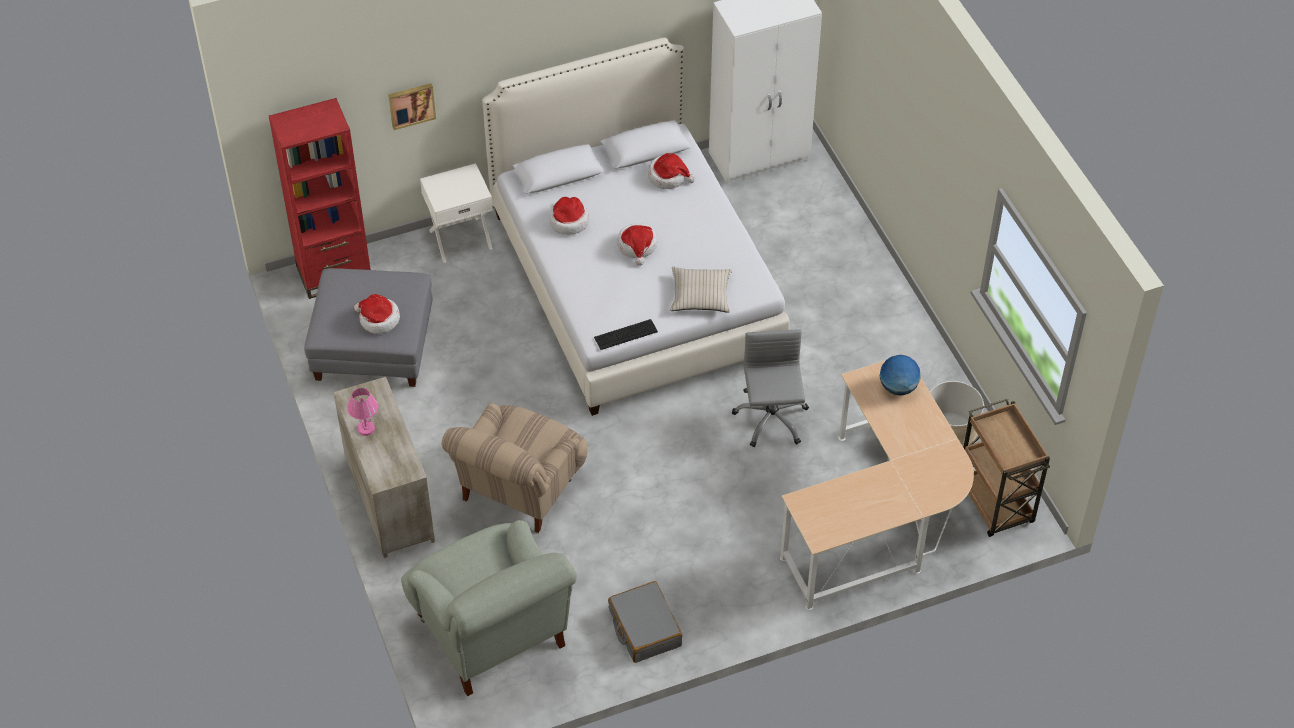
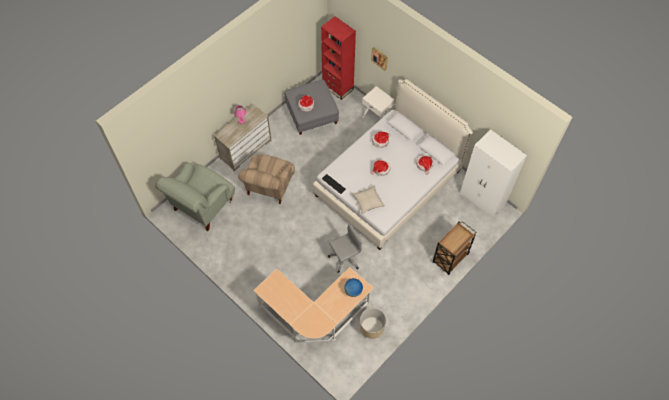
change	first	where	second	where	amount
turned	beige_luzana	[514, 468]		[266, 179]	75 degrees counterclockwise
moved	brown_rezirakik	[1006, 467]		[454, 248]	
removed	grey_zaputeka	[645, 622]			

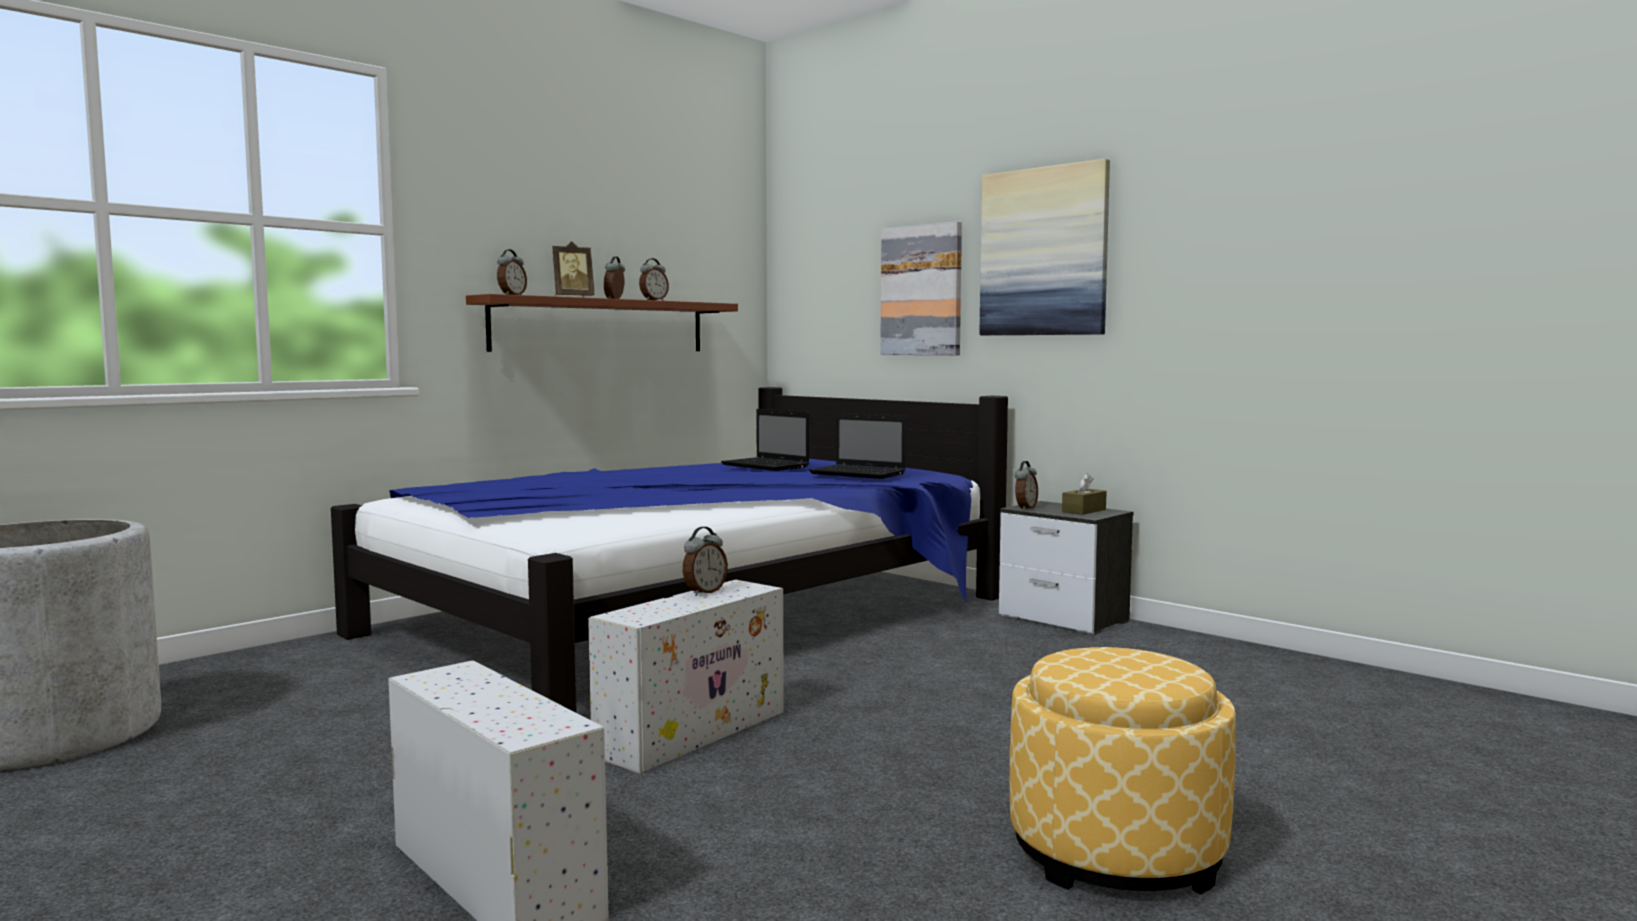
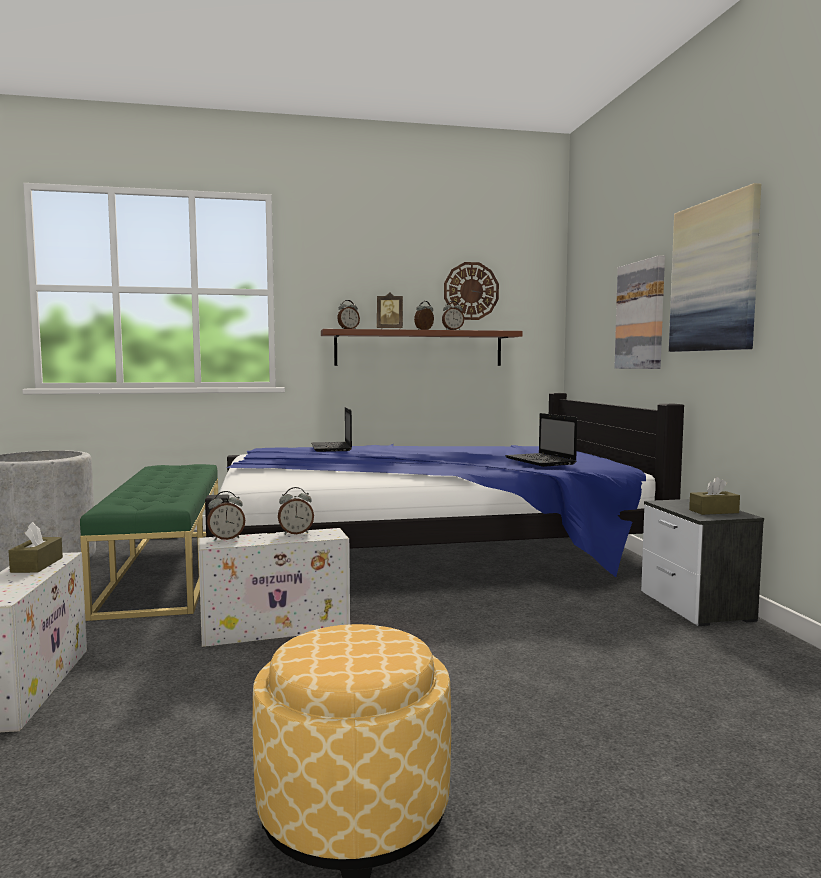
change	first	where	second	where	amount
added			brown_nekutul	[36, 547]	
added			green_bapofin	[149, 542]	
moved	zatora	[1026, 485]		[226, 516]	
moved	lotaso	[765, 440]		[331, 429]	
added			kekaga	[471, 291]	

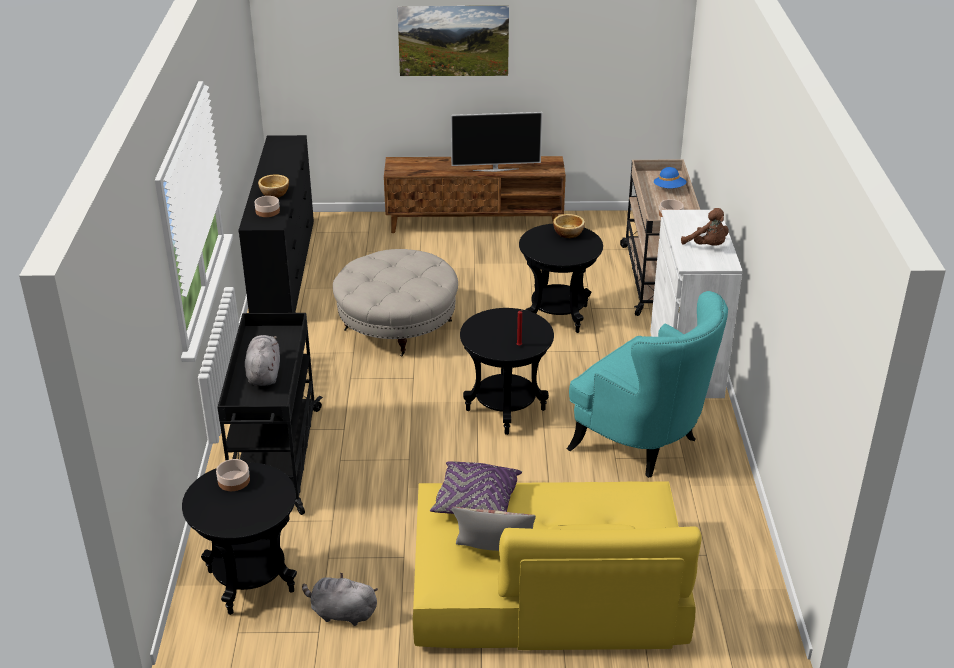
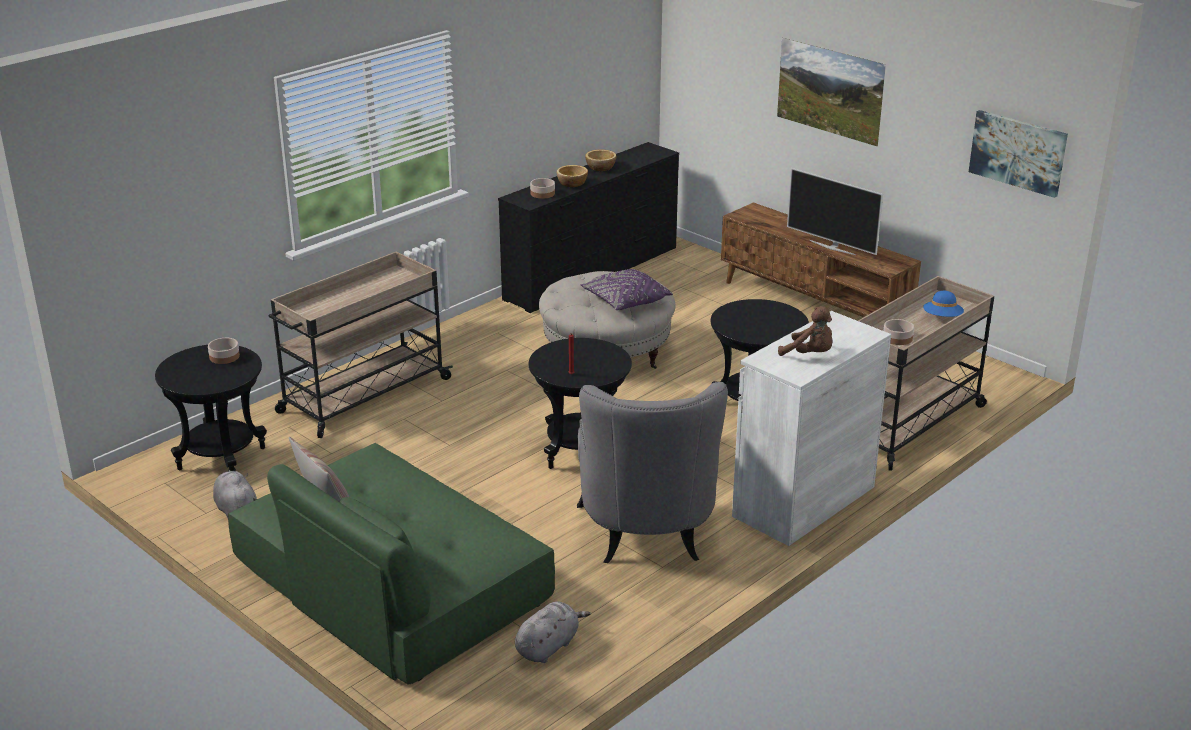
change	first	where	second	where	amount
recoloured	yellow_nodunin	[557, 566]	green_nodunin	[391, 564]	
recoloured	black_rezirakik	[270, 414]	beige_rezirakik	[360, 345]	
moved	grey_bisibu	[262, 360]		[553, 632]	
recoloured	turquoise_luzana	[647, 384]	grey_luzana	[652, 472]	
moved	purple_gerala	[476, 487]		[627, 289]	
moved	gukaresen	[569, 226]		[600, 160]	
turned	brown_bisibu	[705, 227]		[805, 331]	60 degrees counterclockwise
added			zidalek	[1018, 154]	

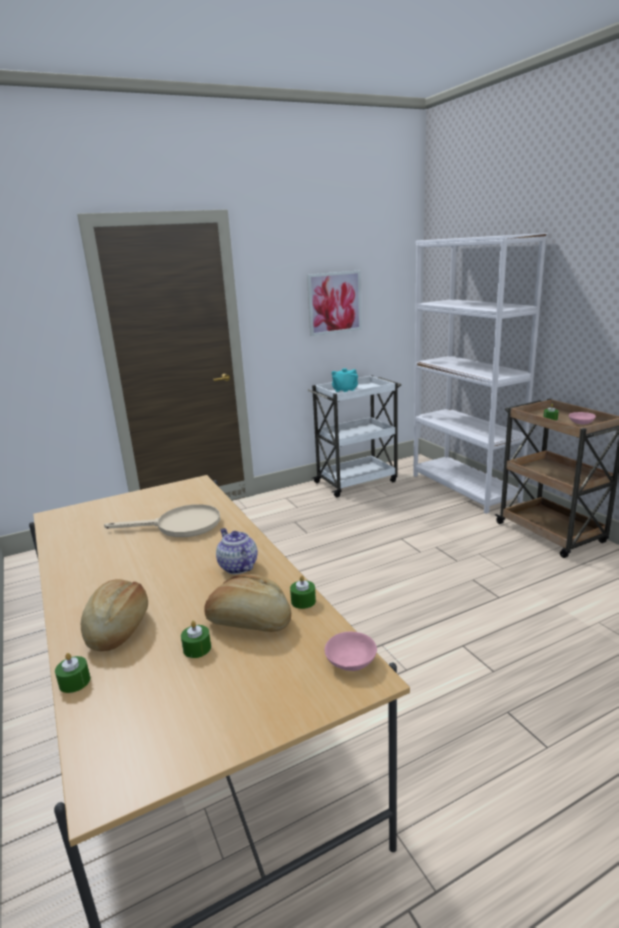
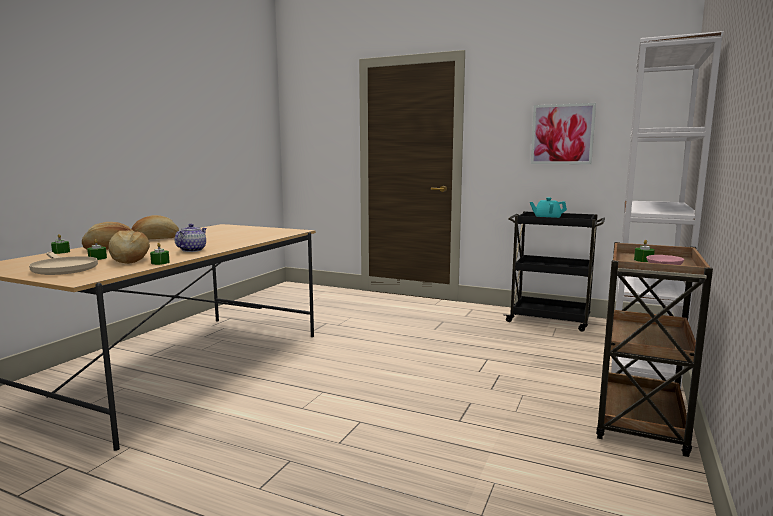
change	first	where	second	where	amount
moved	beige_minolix	[162, 520]		[63, 263]	
added			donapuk	[155, 227]	
recoloured	white_rezirakik	[354, 436]	black_rezirakik	[554, 271]	
removed	pink_gukaresen	[351, 651]			

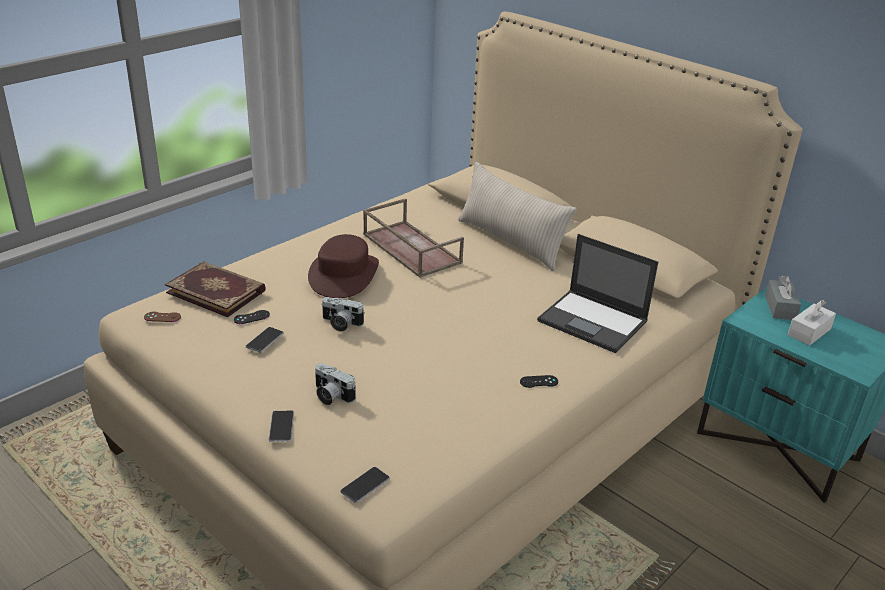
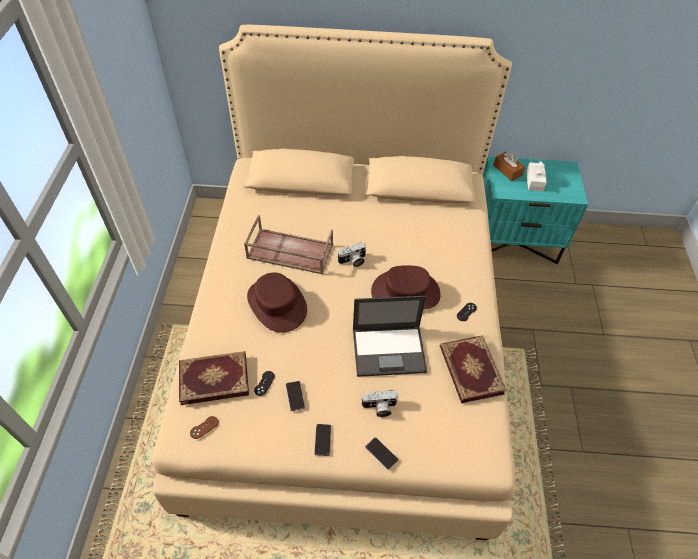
change	first	where	second	where	amount
moved	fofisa	[365, 485]		[323, 440]	
moved	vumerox	[343, 314]		[352, 254]	
moved	lotaso	[597, 293]		[390, 336]	
added			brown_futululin	[406, 287]	
added			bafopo	[473, 369]	
recoloured	grey_nekutul	[783, 297]	brown_nekutul	[509, 166]	
removed	beige_gerala	[517, 216]			

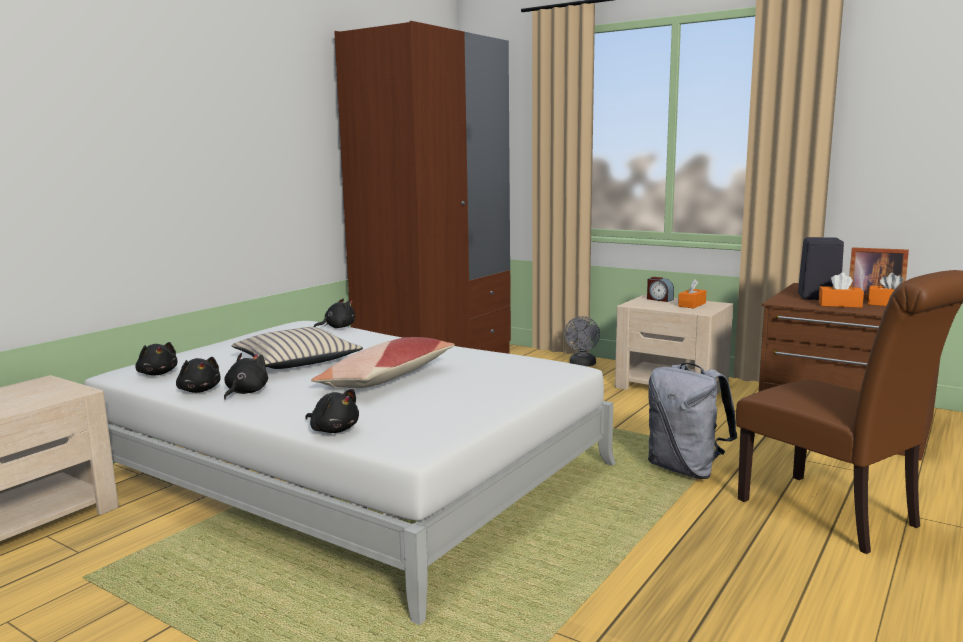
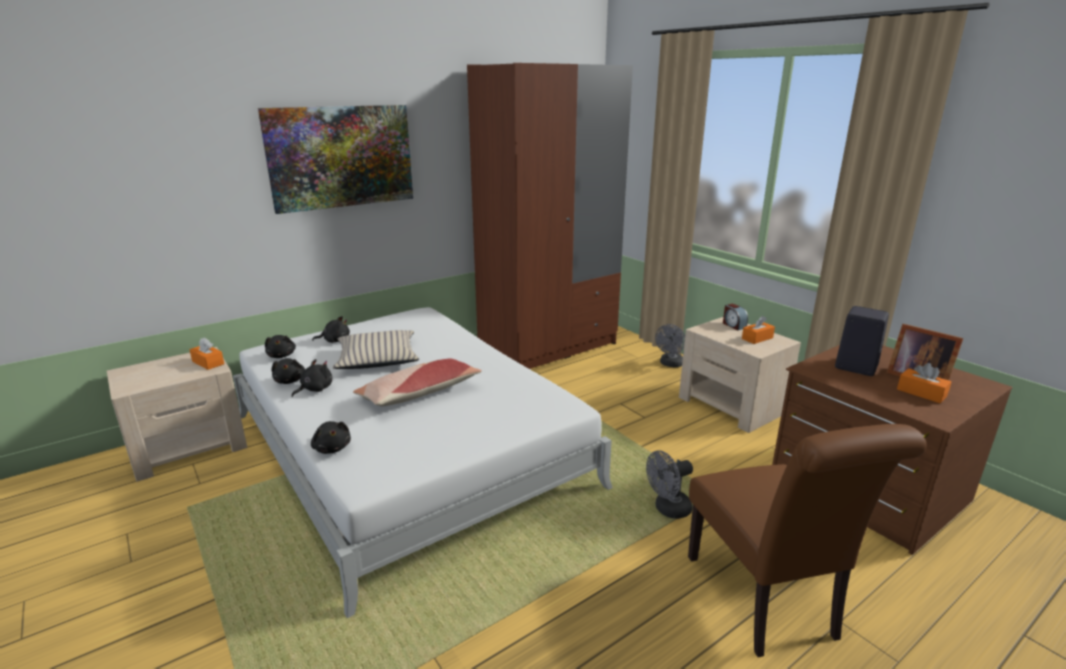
change	first	where	second	where	amount
moved	orange_nekutul	[841, 290]		[206, 354]	
added			zidalek	[335, 159]	
moved	black_bisibu	[334, 313]		[331, 329]	
replaced	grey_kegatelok	[692, 421]	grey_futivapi	[669, 484]	

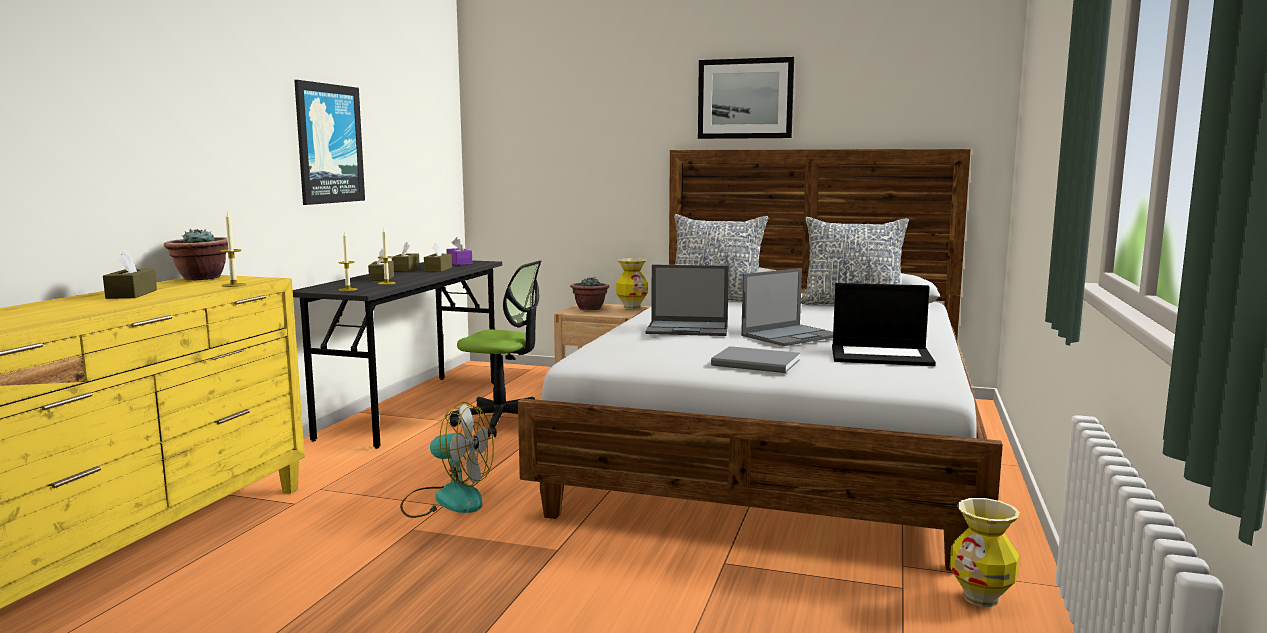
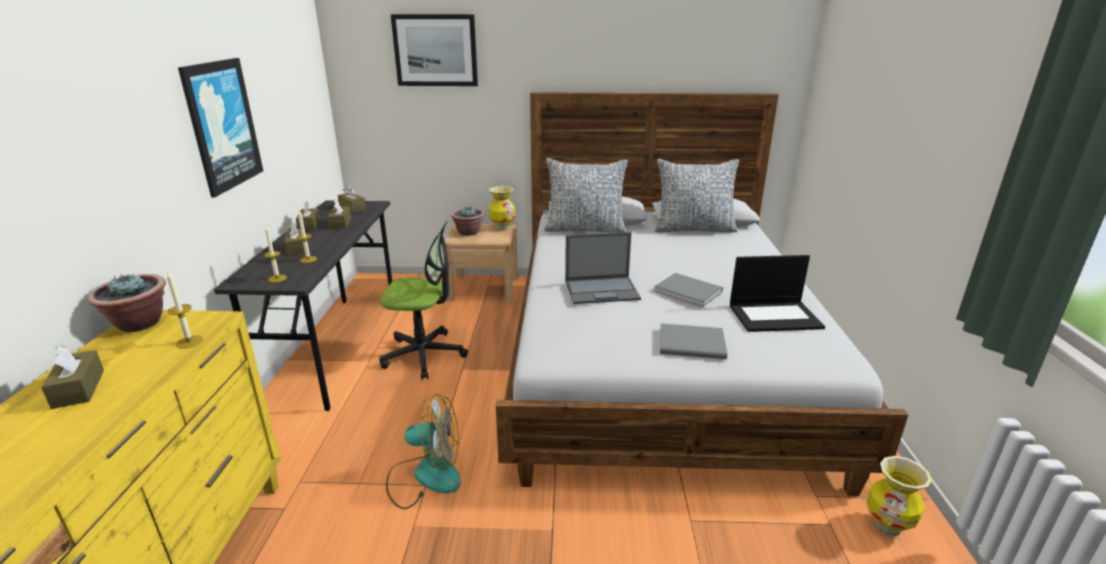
change	first	where	second	where	amount
recoloured	purple_nekutul	[459, 251]	brown_nekutul	[352, 199]	
moved	zidalek	[746, 98]		[434, 50]	
replaced	lotaso	[787, 307]	grey_bafopo	[688, 290]	

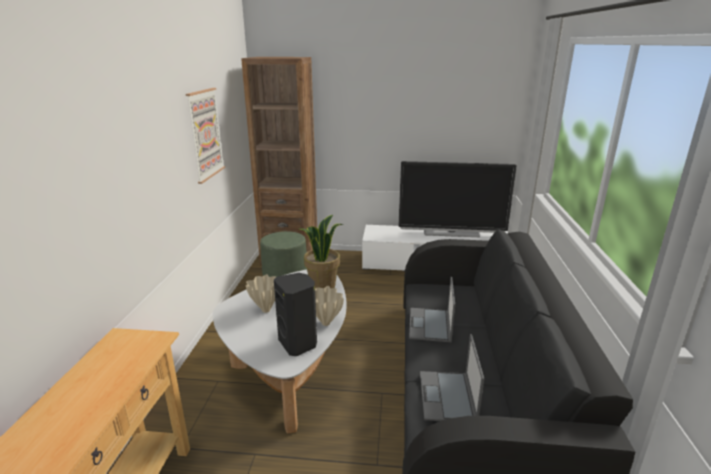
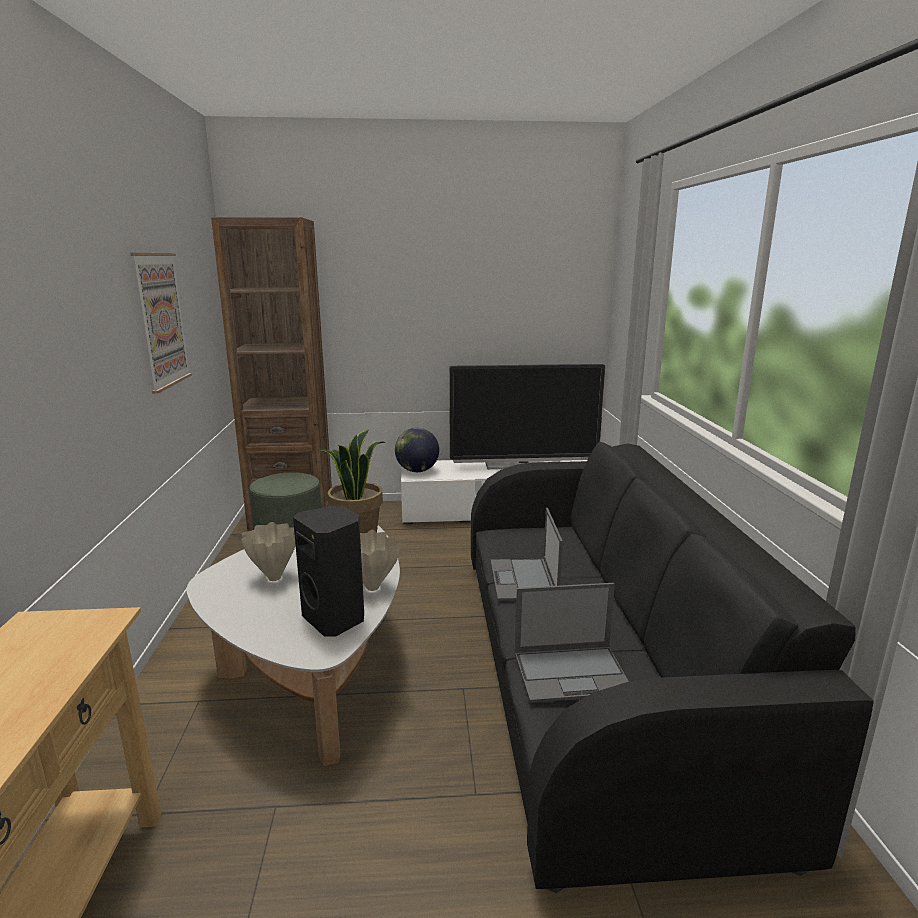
change	first	where	second	where	amount
added			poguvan	[417, 450]	
turned	lotaso	[452, 377]		[572, 643]	90 degrees counterclockwise

